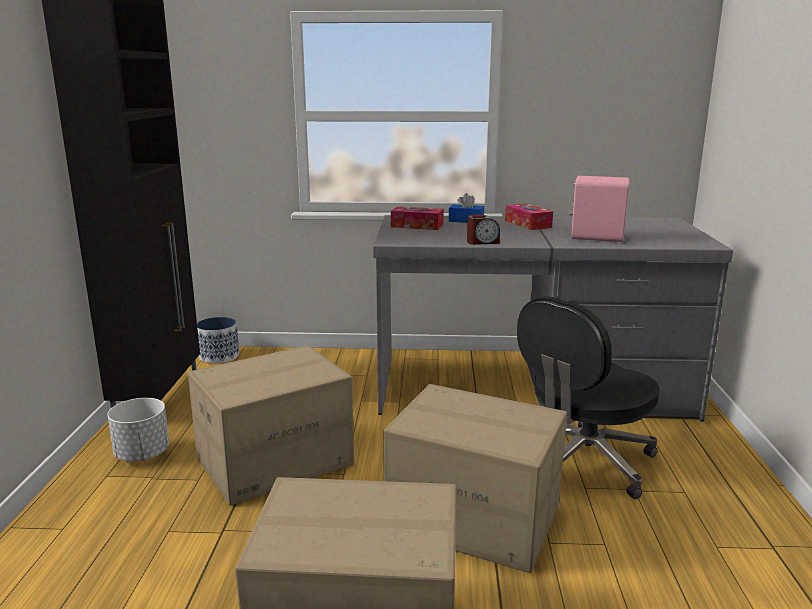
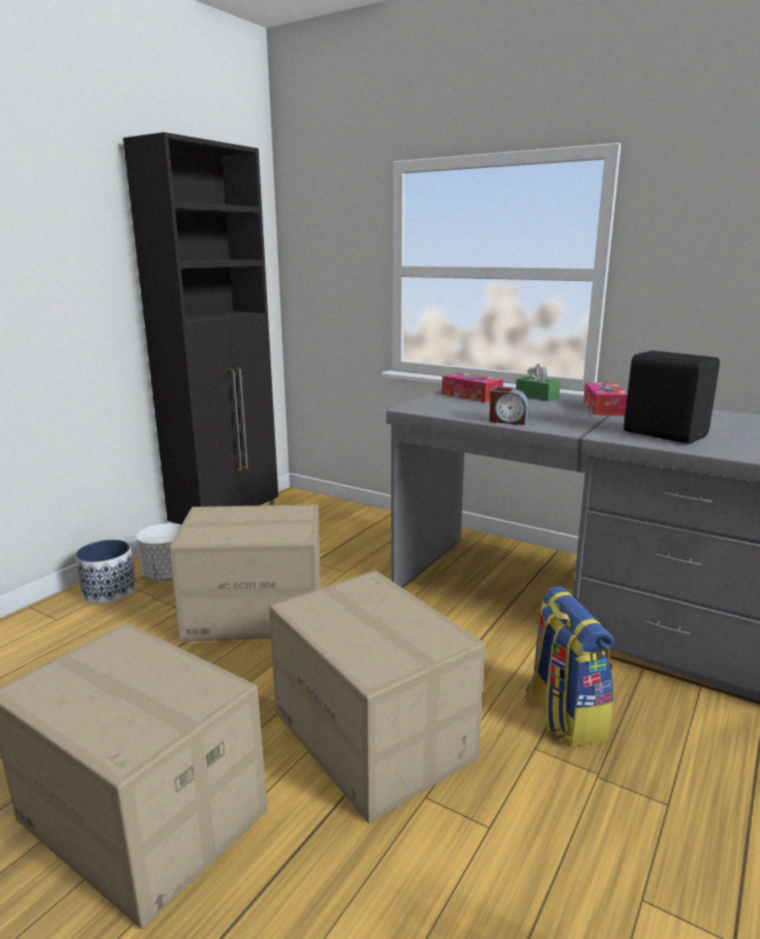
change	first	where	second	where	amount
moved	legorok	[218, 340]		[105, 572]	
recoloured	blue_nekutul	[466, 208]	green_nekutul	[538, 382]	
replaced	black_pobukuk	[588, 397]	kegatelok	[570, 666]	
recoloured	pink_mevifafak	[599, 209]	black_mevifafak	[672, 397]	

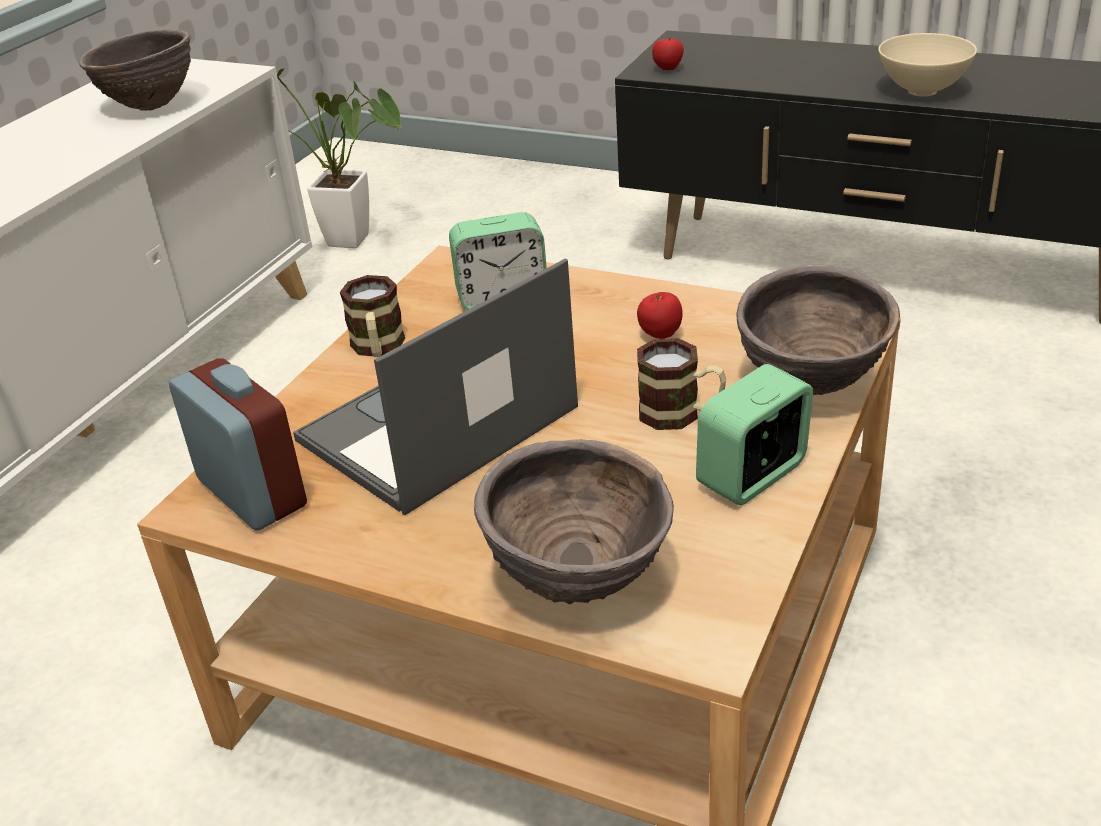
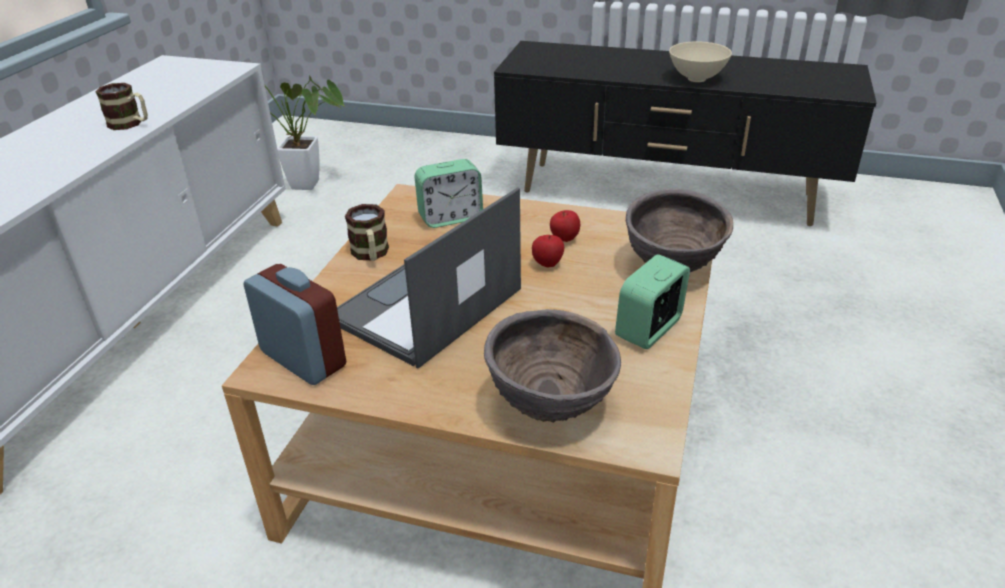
change	first	where	second	where	amount
moved	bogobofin	[681, 384]		[122, 106]	
moved	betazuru	[668, 53]		[548, 251]	
removed	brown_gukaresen	[135, 70]			

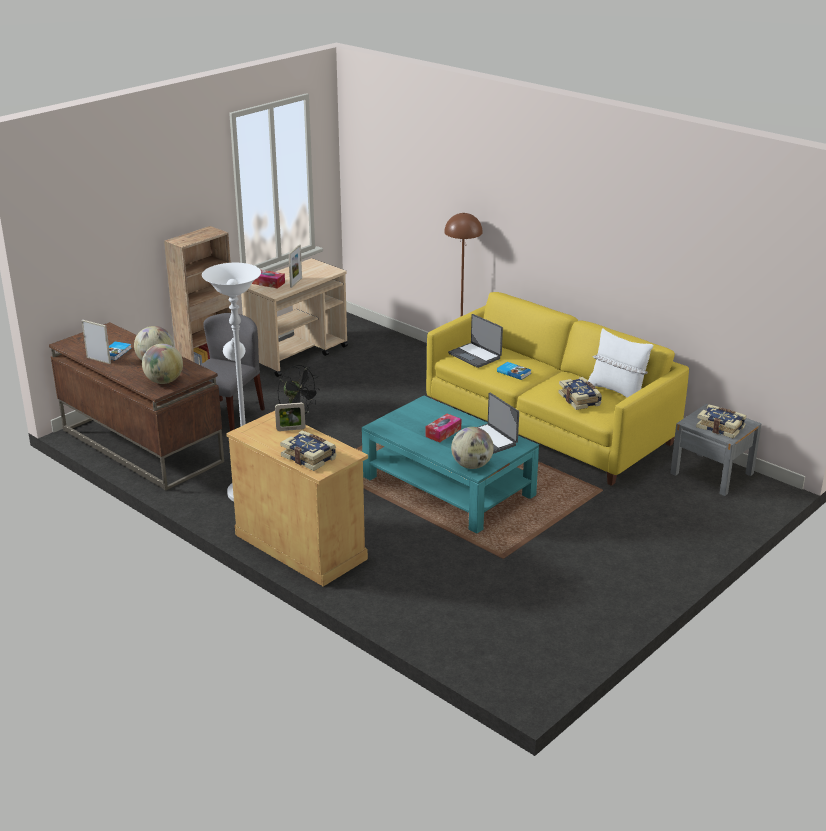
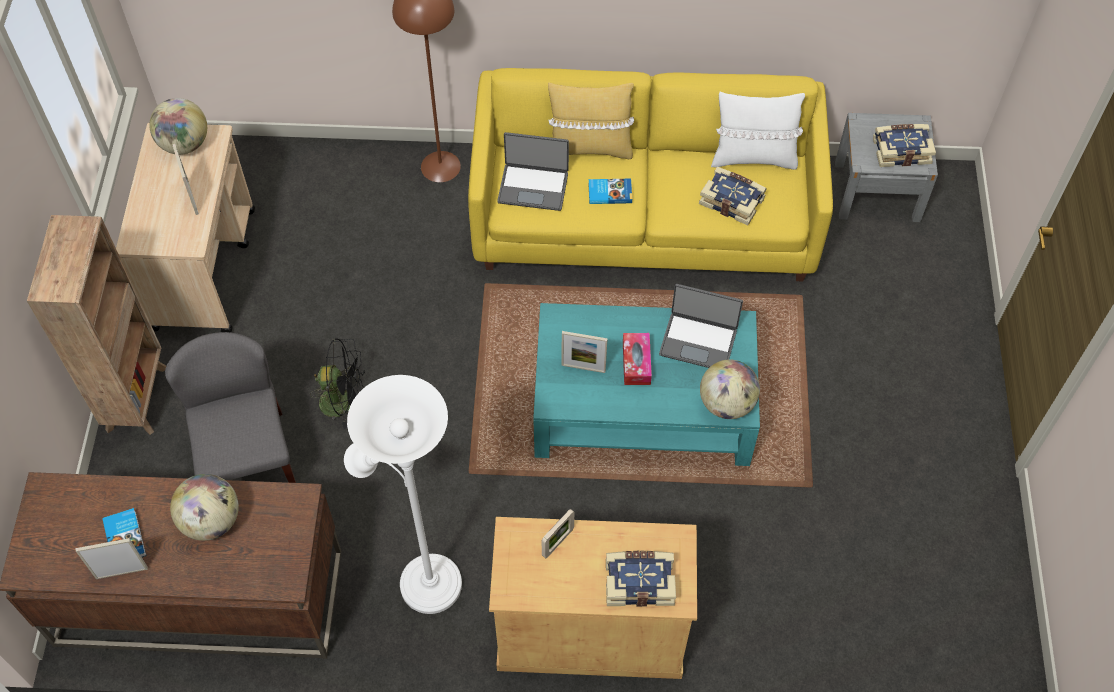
change	first	where	second	where	amount
moved	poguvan	[162, 364]		[178, 126]	
added			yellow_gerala	[591, 121]	
added			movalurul	[585, 352]	
removed	nekutul	[268, 279]			

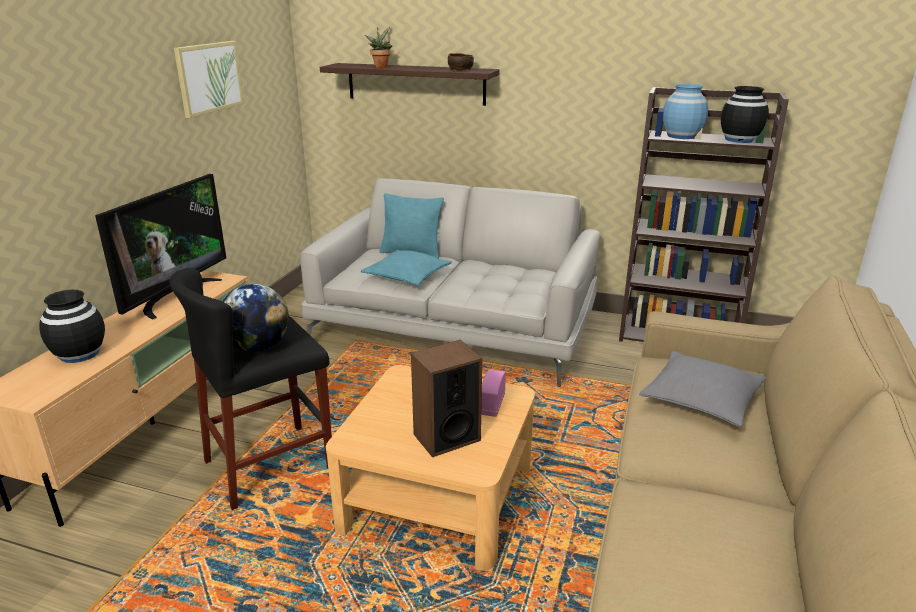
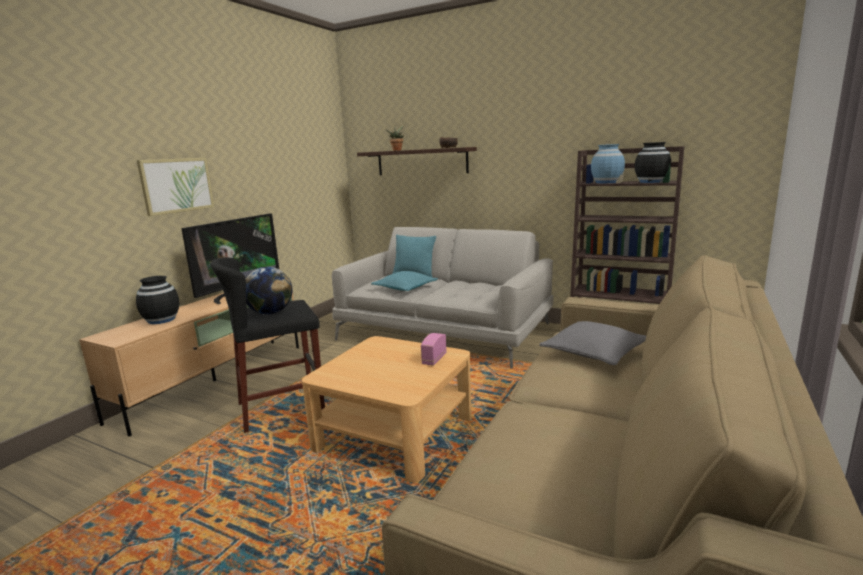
change	first	where	second	where	amount
moved	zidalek	[209, 79]		[175, 187]	
removed	mevifafak	[446, 398]			

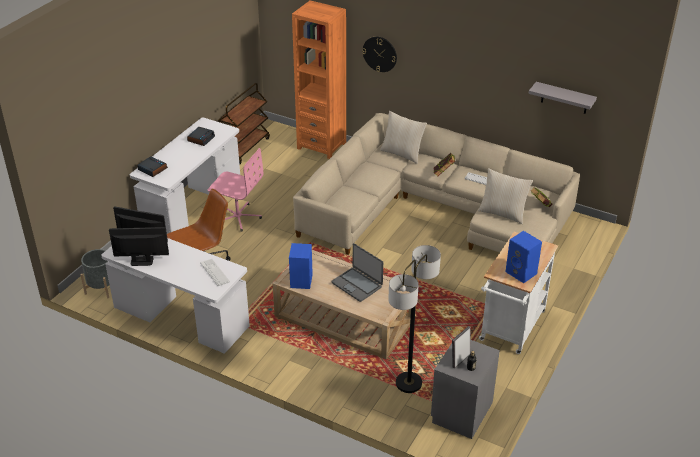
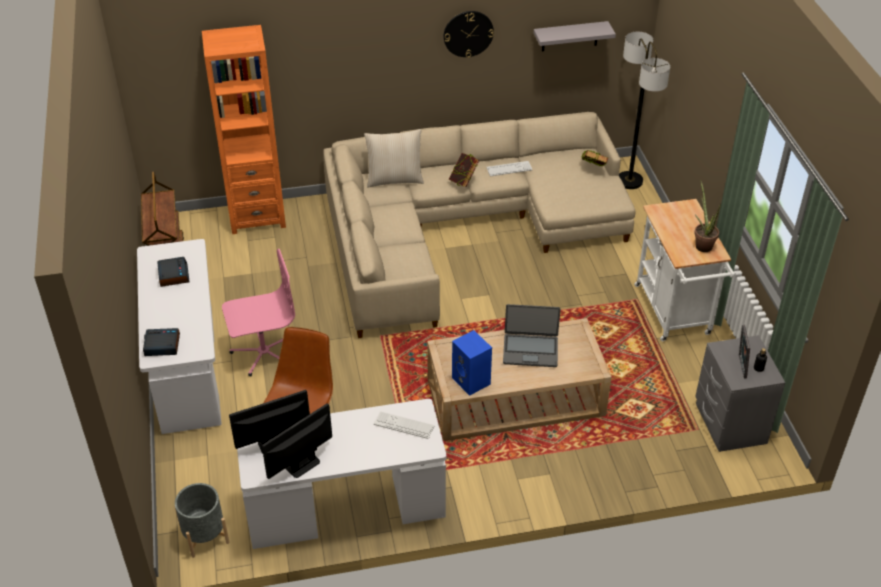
change	first	where	second	where	amount
moved	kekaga	[379, 54]		[469, 34]	
moved	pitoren	[414, 319]		[644, 110]	
replaced	blue_mevifafak	[523, 257]	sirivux	[707, 216]	
removed	beige_gerala	[505, 196]			

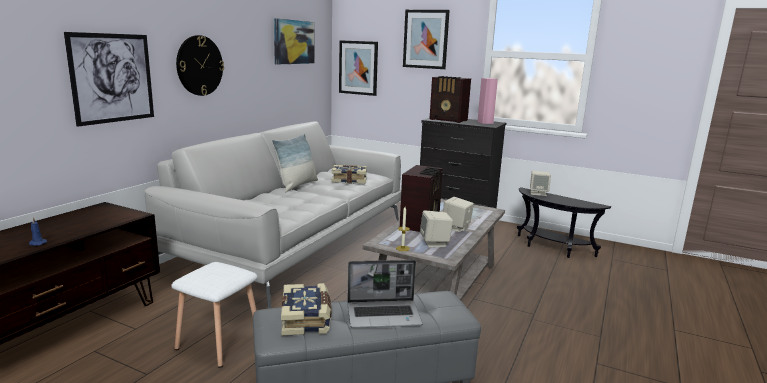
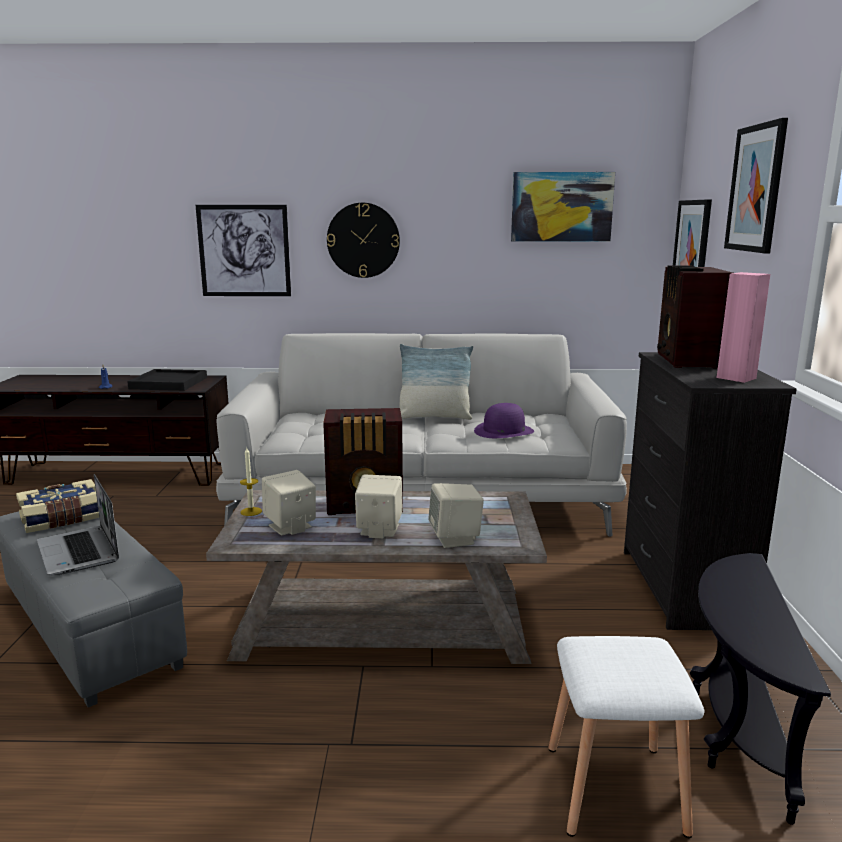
change	first	where	second	where	amount
added			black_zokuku	[167, 380]	
moved	beige_mevifafak	[540, 183]		[456, 515]	
replaced	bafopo	[349, 174]	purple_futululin	[504, 420]	
moved	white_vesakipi	[214, 315]		[626, 737]	

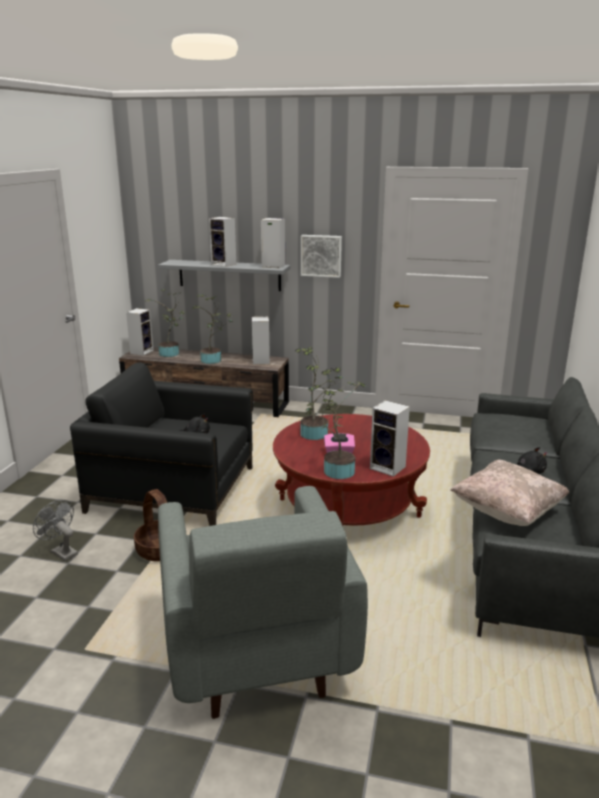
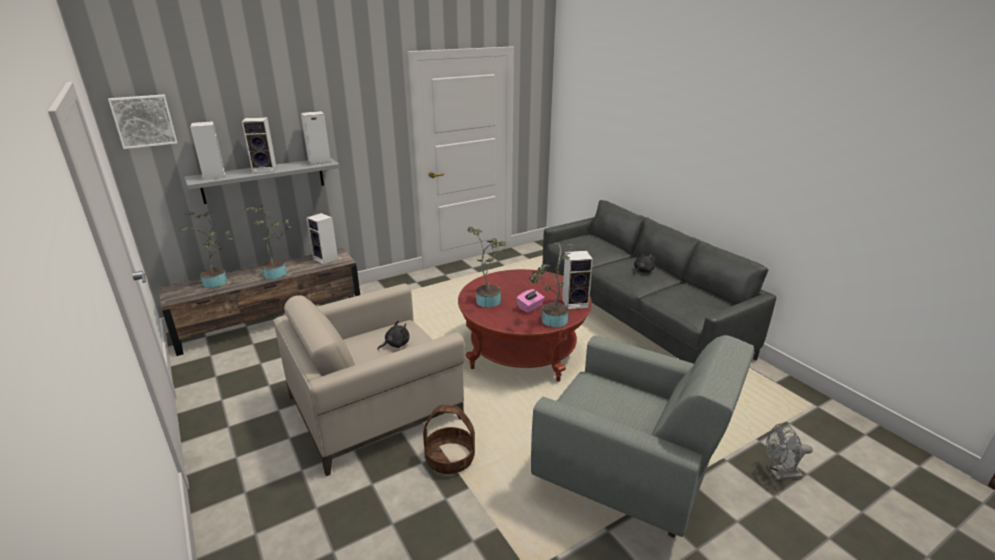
change	first	where	second	where	amount
moved	zidalek	[321, 256]		[142, 121]	
moved	mevifafak	[140, 332]		[207, 150]	
recoloured	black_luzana	[161, 444]	beige_luzana	[369, 380]	
moved	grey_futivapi	[55, 530]		[789, 451]	
removed	beige_gerala	[509, 493]			

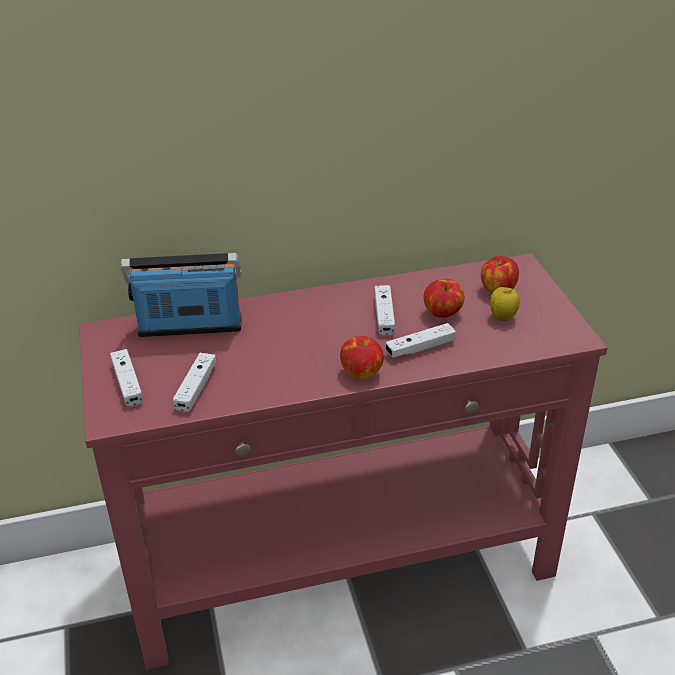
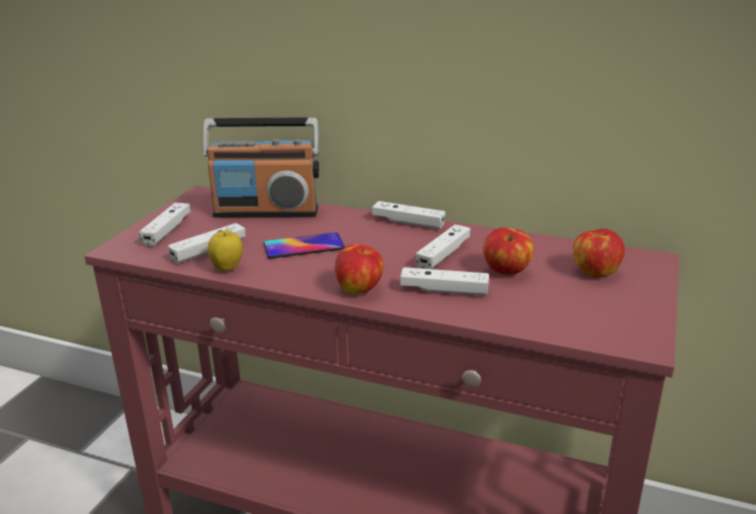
change	first	where	second	where	amount
turned	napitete	[181, 295]		[261, 168]	150 degrees clockwise
moved	betazuru	[505, 304]		[225, 250]	
added			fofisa	[304, 245]	
added			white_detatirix	[409, 215]	

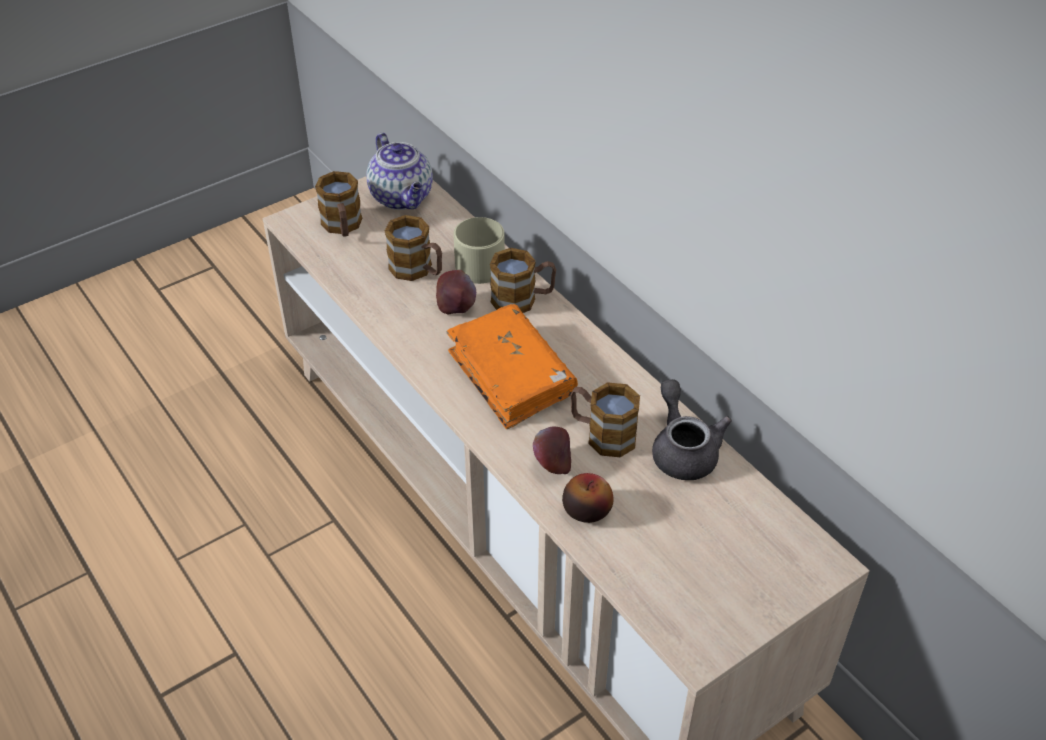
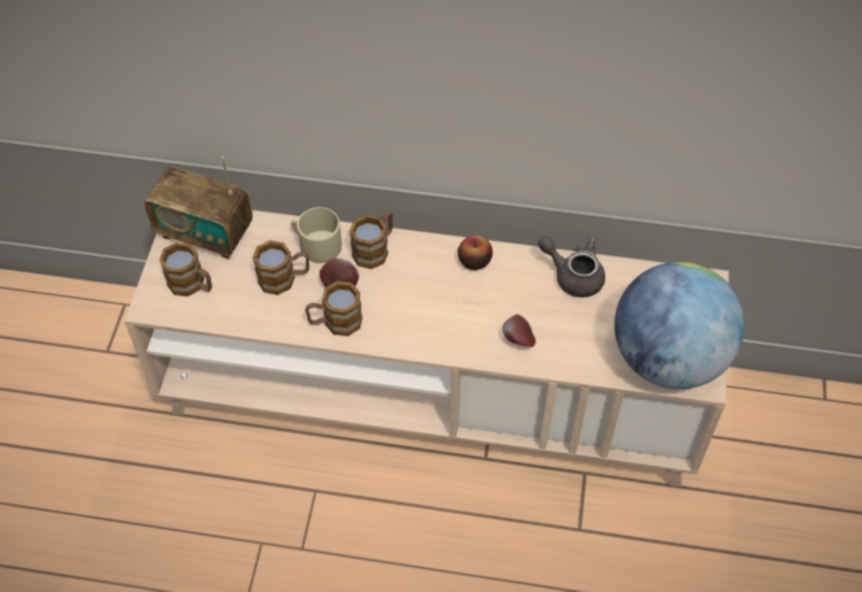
change	first	where	second	where	amount
replaced	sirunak	[399, 171]	napitete	[198, 208]	
moved	bogobofin	[605, 419]		[333, 308]	
moved	betazuru	[588, 498]		[475, 253]	
added			poguvan	[679, 325]	
removed	orange_bafopo	[512, 366]			

